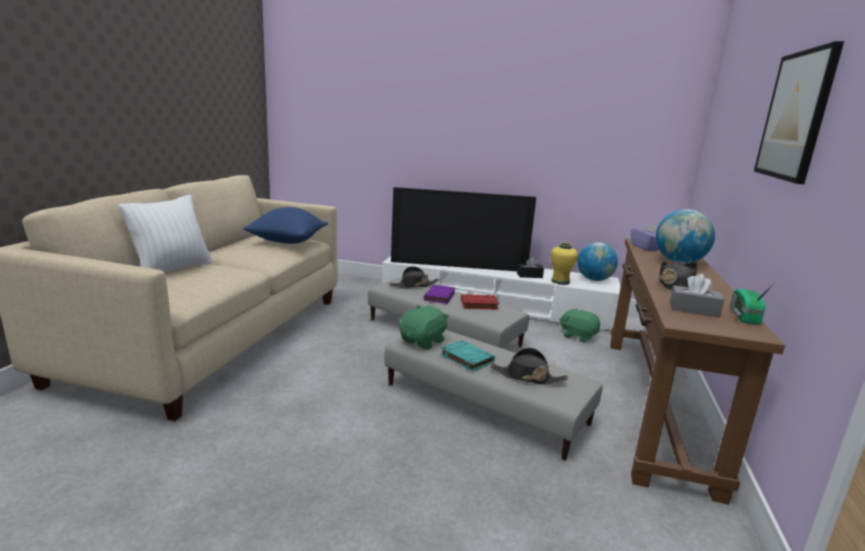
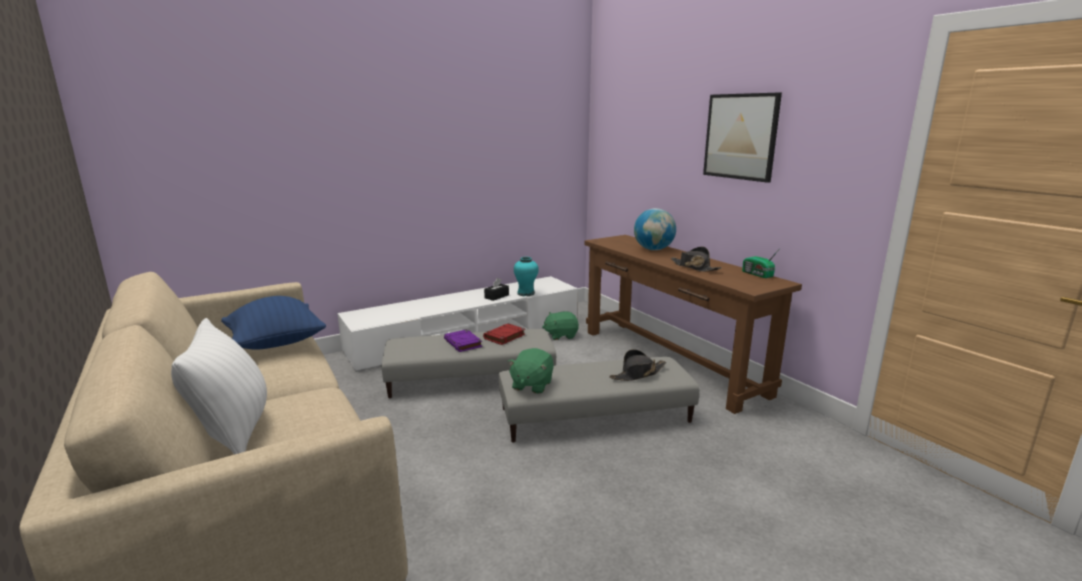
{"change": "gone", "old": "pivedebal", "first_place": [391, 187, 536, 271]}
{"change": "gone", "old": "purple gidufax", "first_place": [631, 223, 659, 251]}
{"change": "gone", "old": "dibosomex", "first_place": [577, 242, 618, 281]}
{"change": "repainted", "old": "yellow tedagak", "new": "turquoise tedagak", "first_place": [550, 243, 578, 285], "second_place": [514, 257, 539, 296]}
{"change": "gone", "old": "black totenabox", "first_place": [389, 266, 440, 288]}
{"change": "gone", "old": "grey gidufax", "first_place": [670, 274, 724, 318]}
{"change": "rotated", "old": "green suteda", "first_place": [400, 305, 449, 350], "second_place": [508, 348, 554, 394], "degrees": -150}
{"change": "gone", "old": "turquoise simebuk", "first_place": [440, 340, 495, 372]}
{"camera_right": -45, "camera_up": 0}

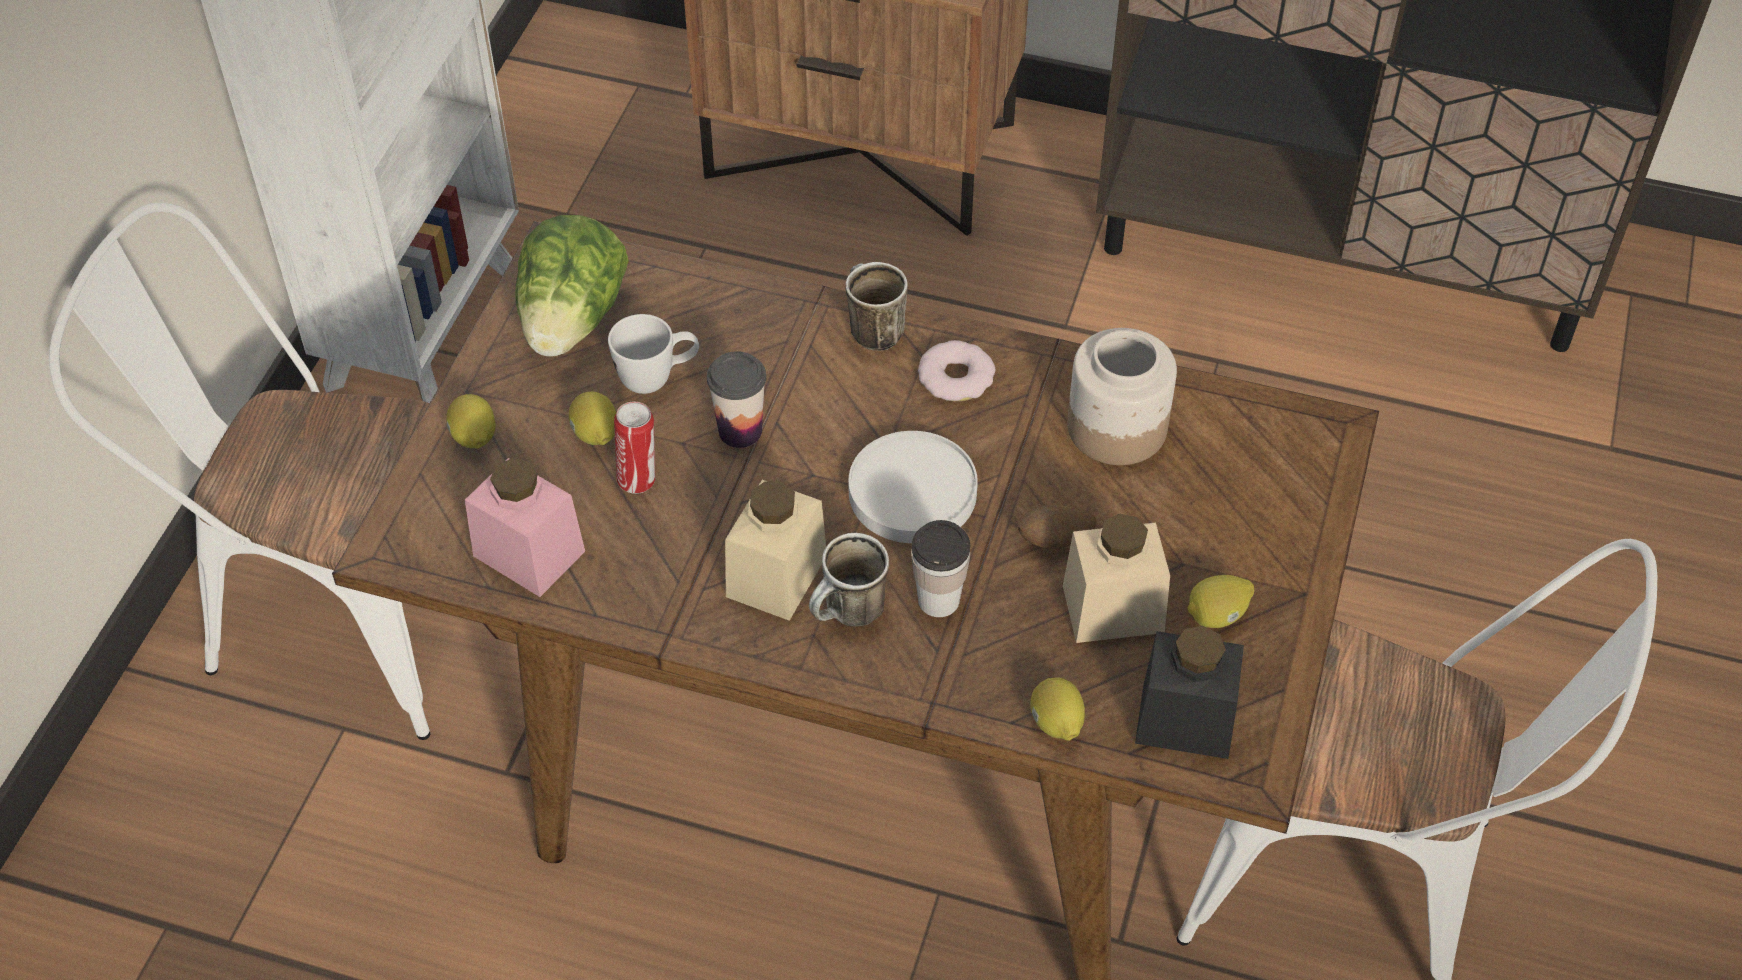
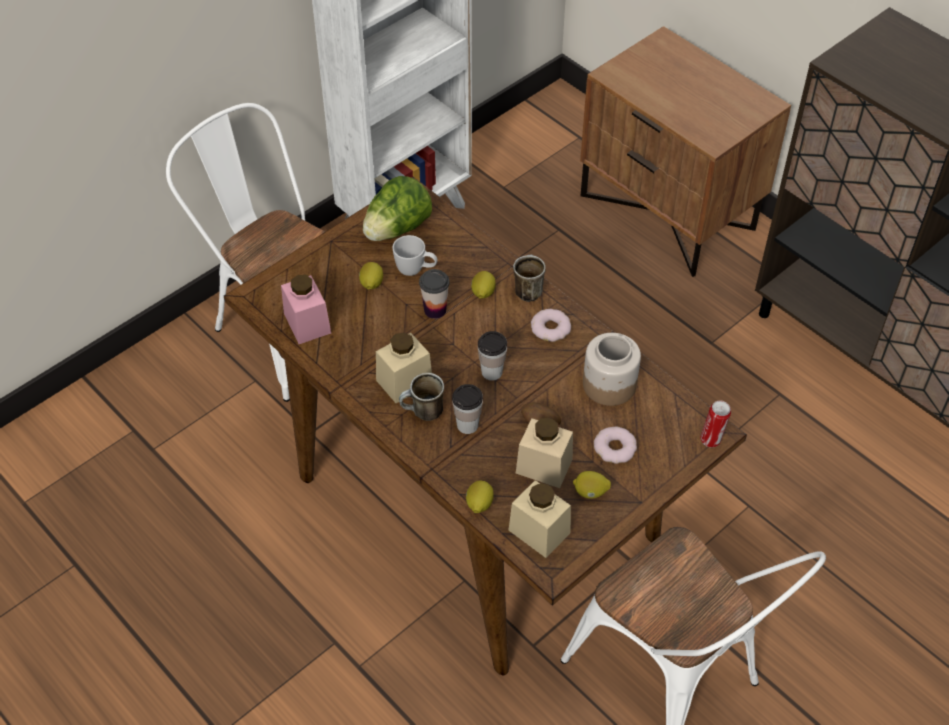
{"change": "shifted", "old": "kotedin", "first_place": [446, 394, 496, 449], "second_place": [471, 271, 496, 299]}
{"change": "shifted", "old": "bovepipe", "first_place": [614, 402, 655, 494], "second_place": [700, 401, 731, 447]}
{"change": "swapped", "old": "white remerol", "new": "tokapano", "first_place": [848, 431, 978, 543], "second_place": [478, 331, 507, 381]}
{"change": "repainted", "old": "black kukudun", "new": "beige kukudun", "first_place": [1135, 626, 1244, 759], "second_place": [509, 480, 571, 558]}
{"change": "new", "new": "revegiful", "second_place": [594, 427, 637, 464]}
{"camera_right": 30, "camera_up": 0}

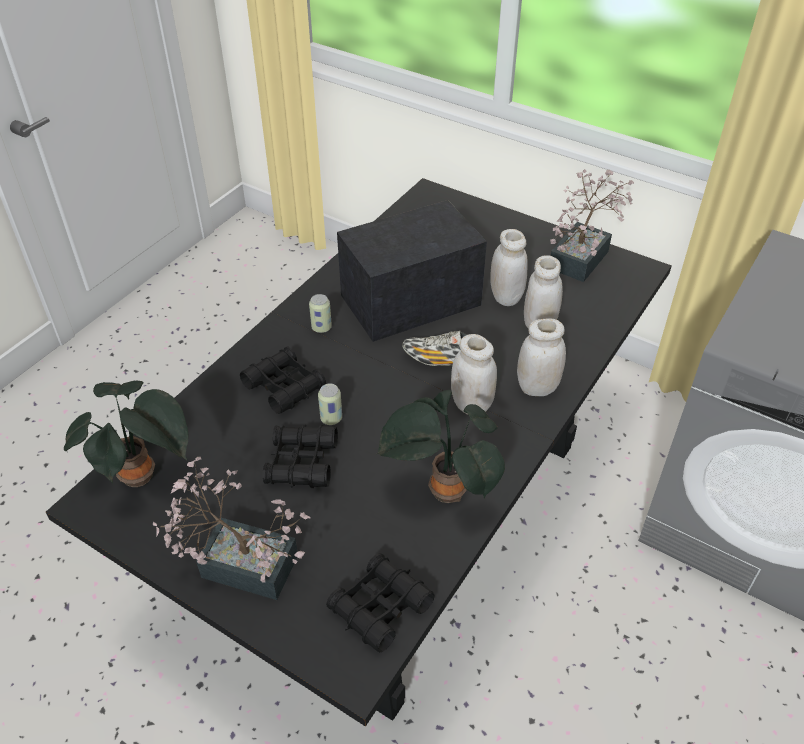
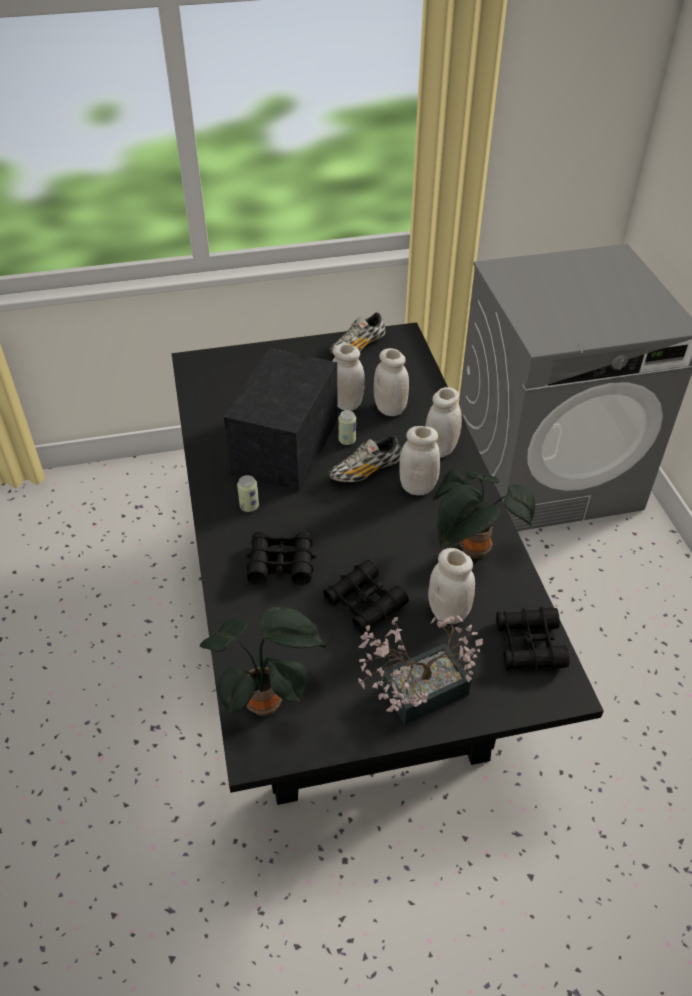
{"change": "swapped", "old": "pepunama", "new": "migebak", "first_place": [550, 169, 634, 282], "second_place": [329, 312, 385, 354]}
{"change": "shifted", "old": "bovepipe", "first_place": [318, 383, 342, 425], "second_place": [338, 410, 356, 445]}
{"change": "new", "new": "white kukudun", "second_place": [428, 548, 475, 624]}
{"camera_right": -45, "camera_up": 0}

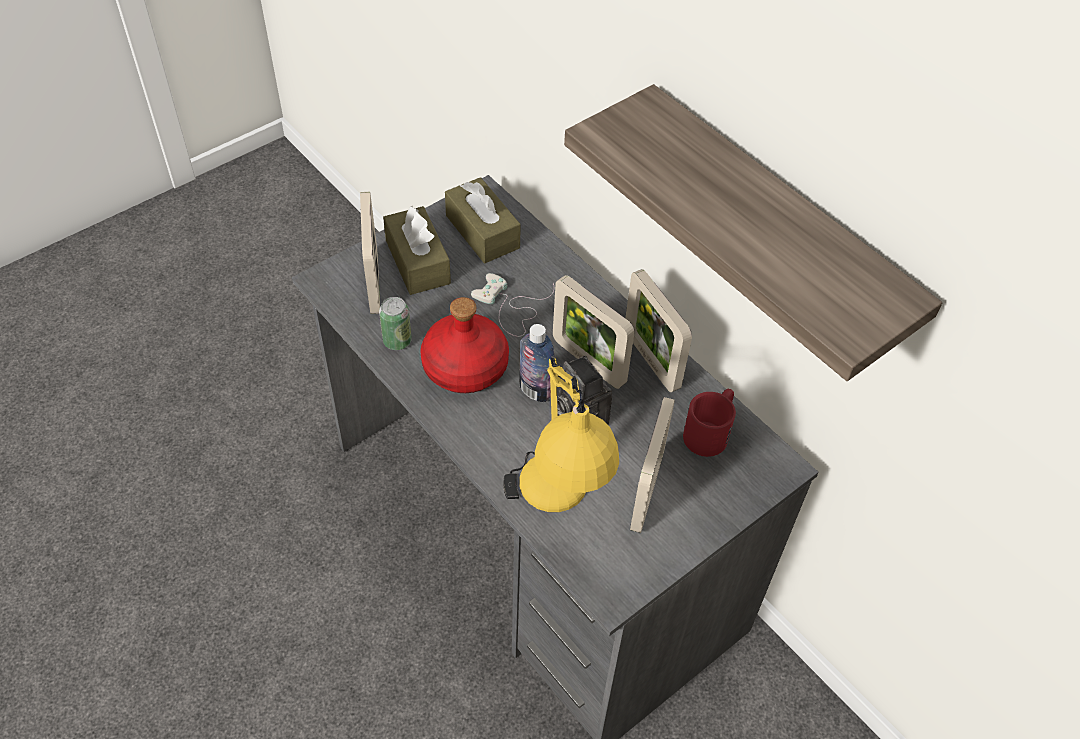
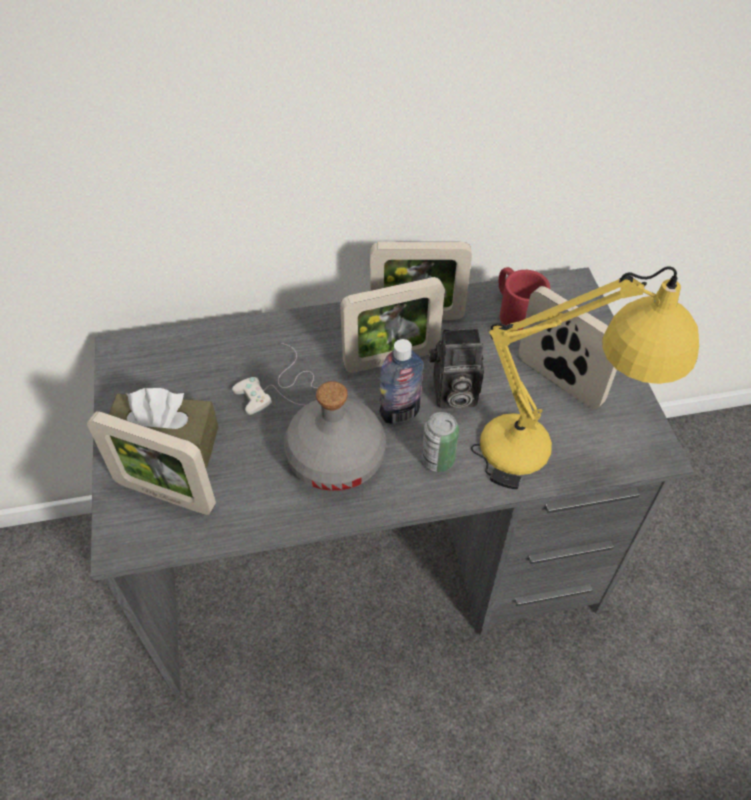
{"change": "gone", "old": "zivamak", "first_place": [564, 84, 942, 381]}
{"change": "gone", "old": "brown gidufax", "first_place": [445, 177, 521, 263]}
{"change": "shifted", "old": "bovepipe", "first_place": [379, 297, 412, 350], "second_place": [422, 412, 459, 472]}
{"change": "repainted", "old": "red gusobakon", "new": "grey gusobakon", "first_place": [420, 297, 509, 393], "second_place": [284, 381, 386, 491]}
{"camera_right": -60, "camera_up": 0}

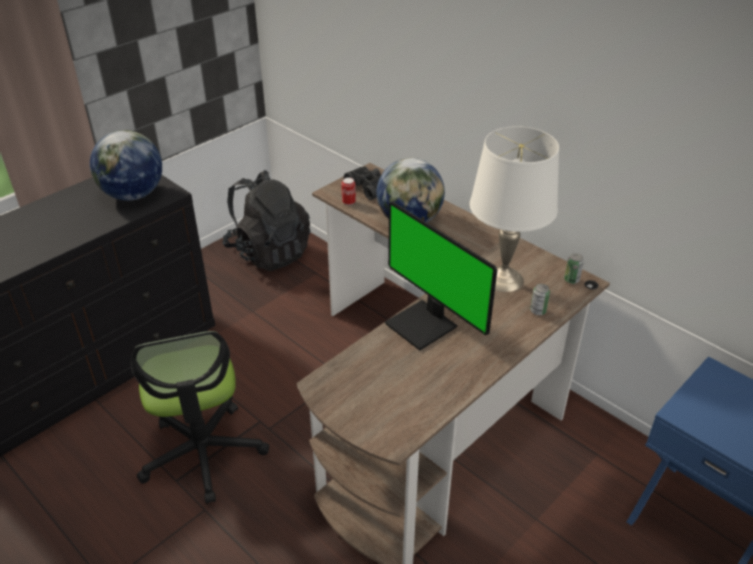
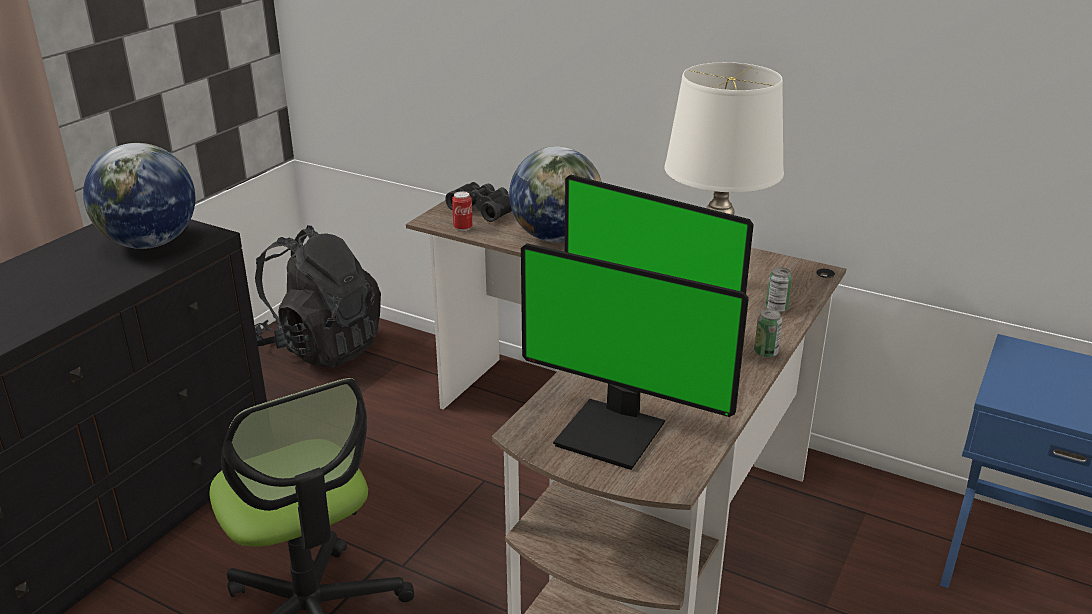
{"change": "shifted", "old": "bovepipe", "first_place": [564, 253, 584, 284], "second_place": [754, 309, 782, 358]}
{"change": "new", "new": "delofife", "second_place": [521, 243, 749, 470]}
{"camera_right": -15, "camera_up": -10}

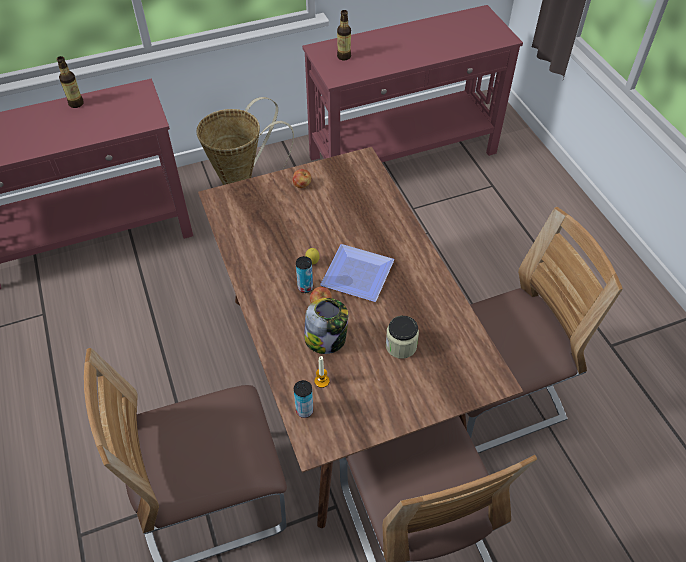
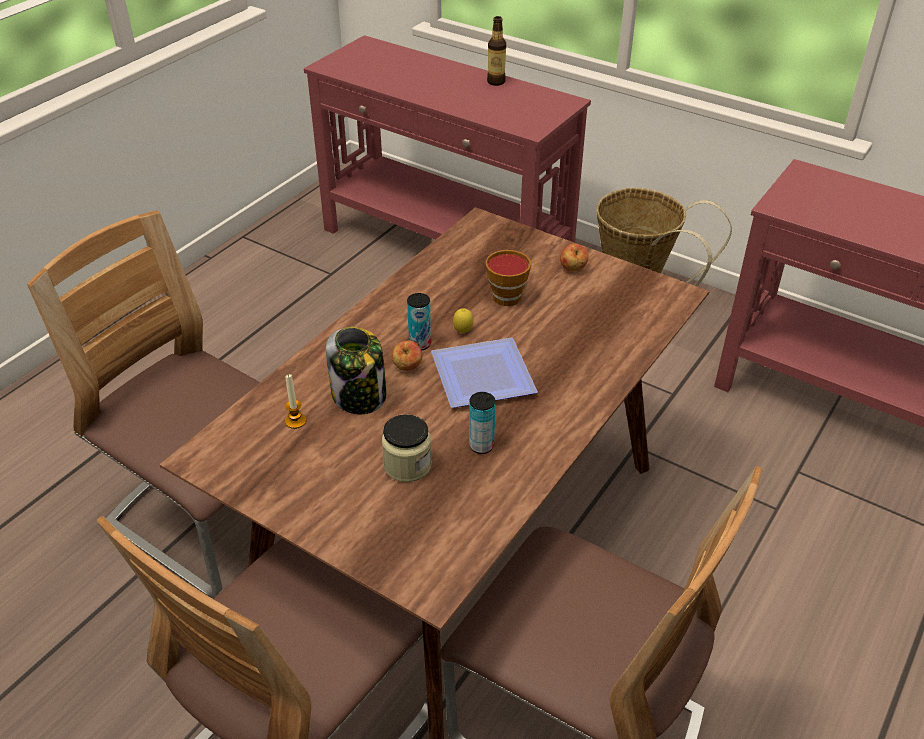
{"change": "gone", "old": "gusobakon", "first_place": [337, 10, 351, 60]}
{"change": "shifted", "old": "bovepipe", "first_place": [294, 380, 314, 418], "second_place": [469, 392, 495, 454]}
{"change": "new", "new": "tokapano", "second_place": [485, 250, 531, 306]}
{"camera_right": 55, "camera_up": -10}

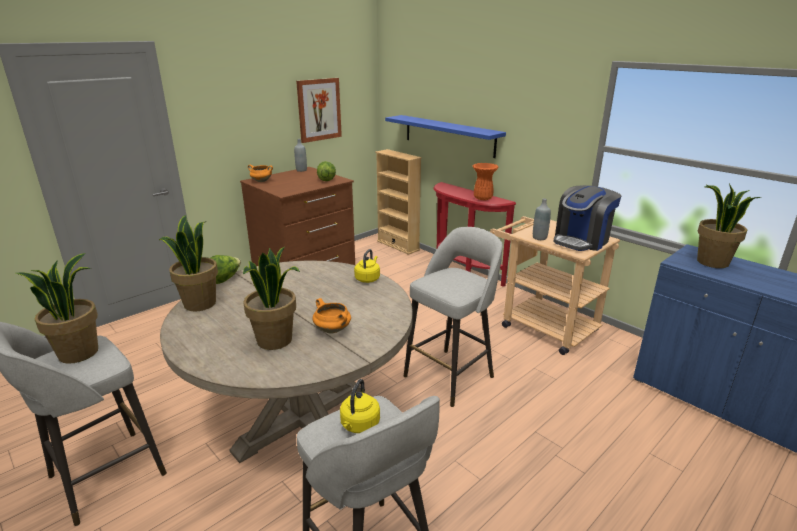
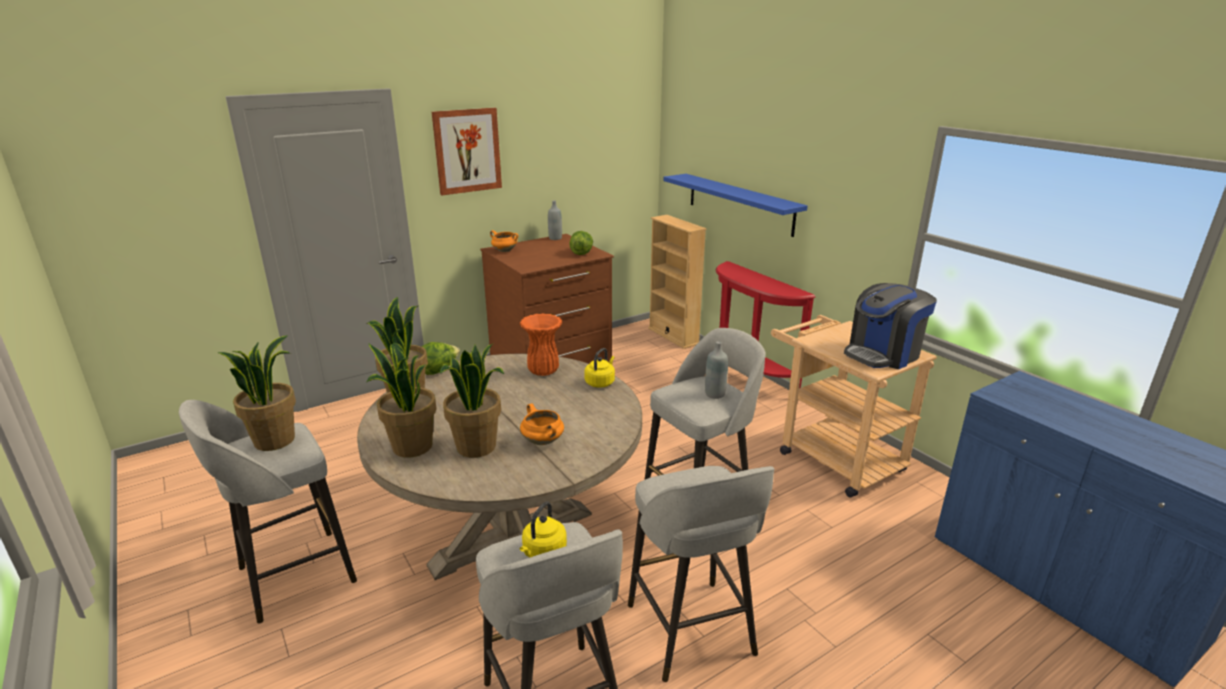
{"change": "shifted", "old": "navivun", "first_place": [296, 78, 342, 143], "second_place": [432, 108, 502, 195]}
{"change": "shifted", "old": "orange tedagak", "first_place": [472, 163, 499, 200], "second_place": [520, 314, 562, 376]}
{"change": "shifted", "old": "pepunama", "first_place": [697, 184, 763, 268], "second_place": [366, 343, 437, 458]}
{"change": "shifted", "old": "grey gusobakon", "first_place": [533, 198, 551, 240], "second_place": [705, 341, 728, 399]}
{"change": "new", "new": "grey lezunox", "second_place": [628, 466, 774, 682]}
{"camera_right": 10, "camera_up": 0}

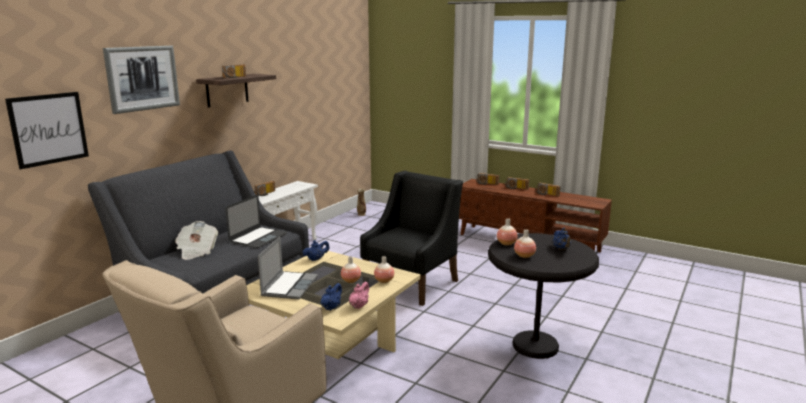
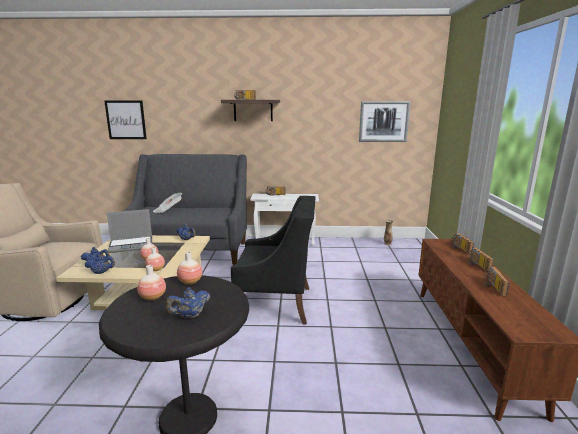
{"change": "shifted", "old": "navivun", "first_place": [103, 46, 180, 114], "second_place": [359, 101, 411, 142]}
{"change": "gone", "old": "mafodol", "first_place": [225, 195, 288, 248]}
{"change": "repainted", "old": "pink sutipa", "new": "blue sutipa", "first_place": [349, 282, 369, 309], "second_place": [85, 254, 115, 274]}
{"camera_right": 60, "camera_up": 0}

